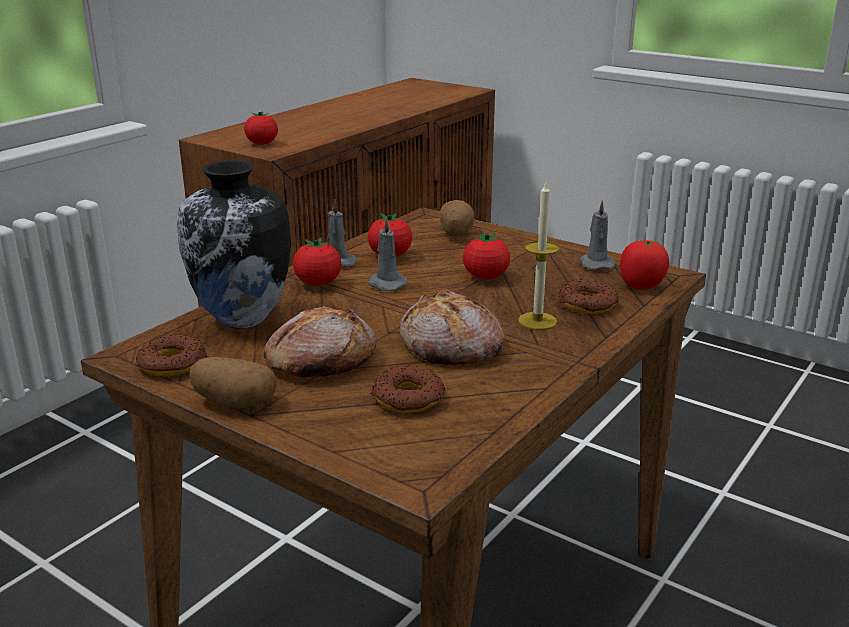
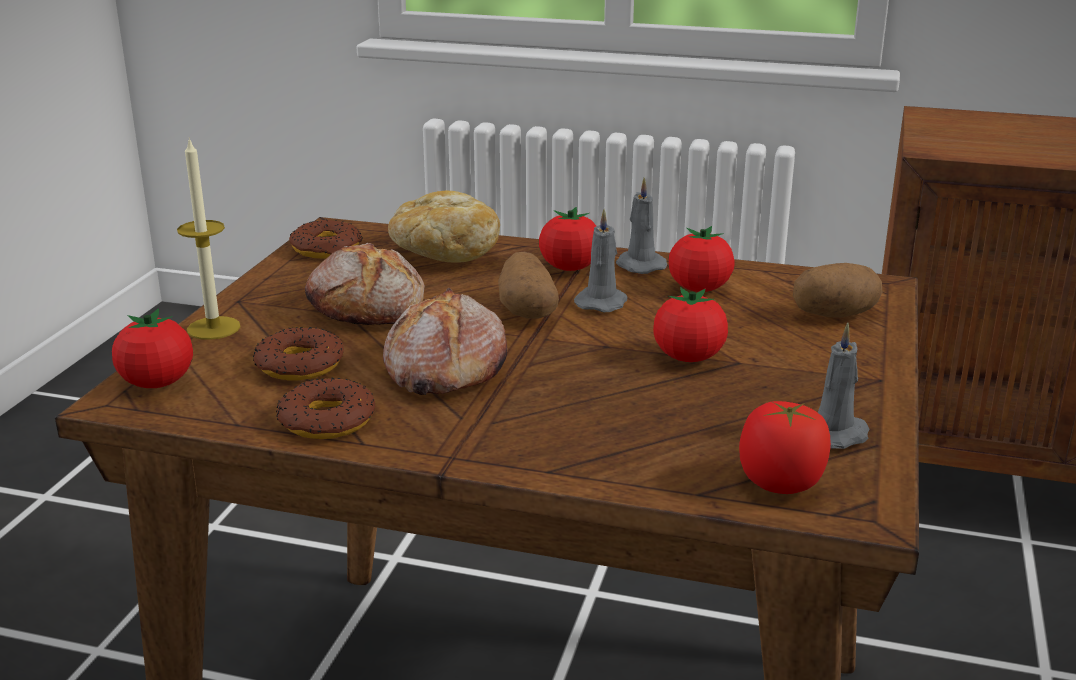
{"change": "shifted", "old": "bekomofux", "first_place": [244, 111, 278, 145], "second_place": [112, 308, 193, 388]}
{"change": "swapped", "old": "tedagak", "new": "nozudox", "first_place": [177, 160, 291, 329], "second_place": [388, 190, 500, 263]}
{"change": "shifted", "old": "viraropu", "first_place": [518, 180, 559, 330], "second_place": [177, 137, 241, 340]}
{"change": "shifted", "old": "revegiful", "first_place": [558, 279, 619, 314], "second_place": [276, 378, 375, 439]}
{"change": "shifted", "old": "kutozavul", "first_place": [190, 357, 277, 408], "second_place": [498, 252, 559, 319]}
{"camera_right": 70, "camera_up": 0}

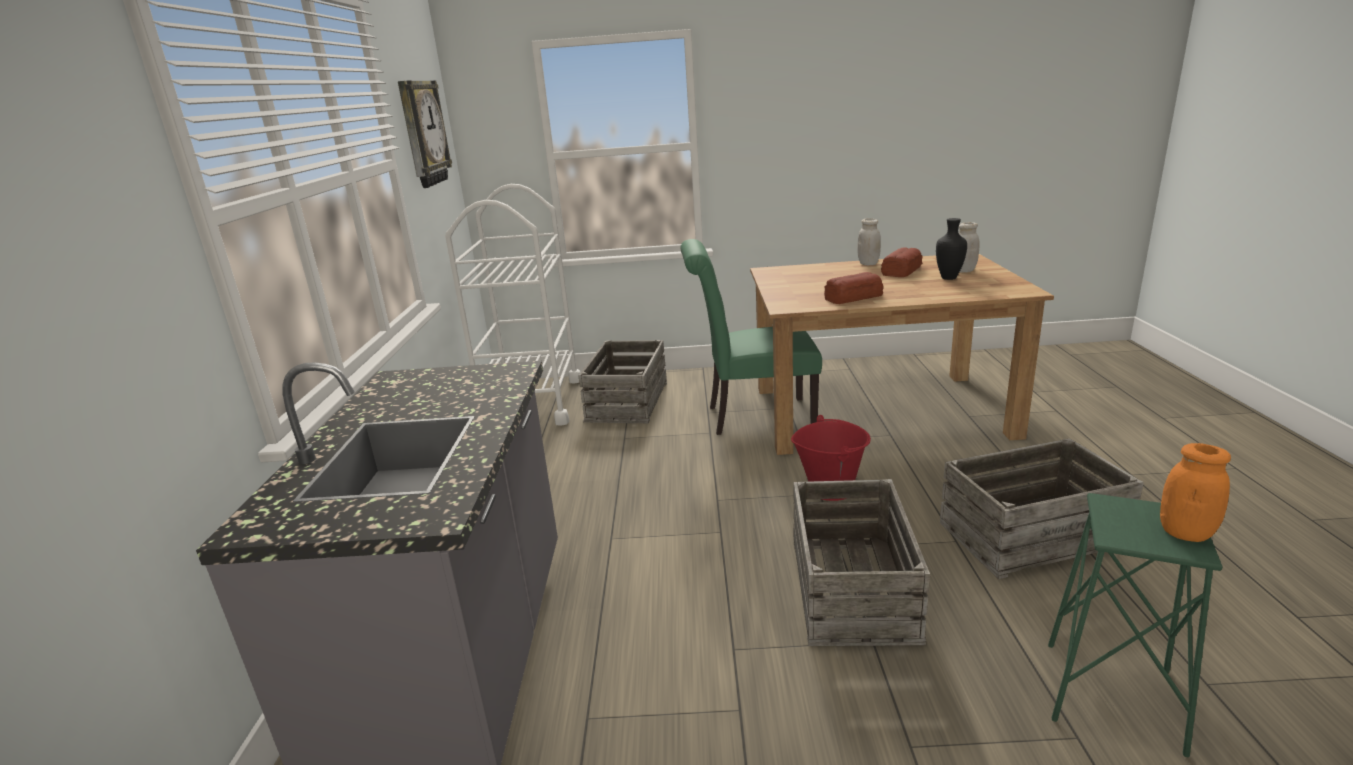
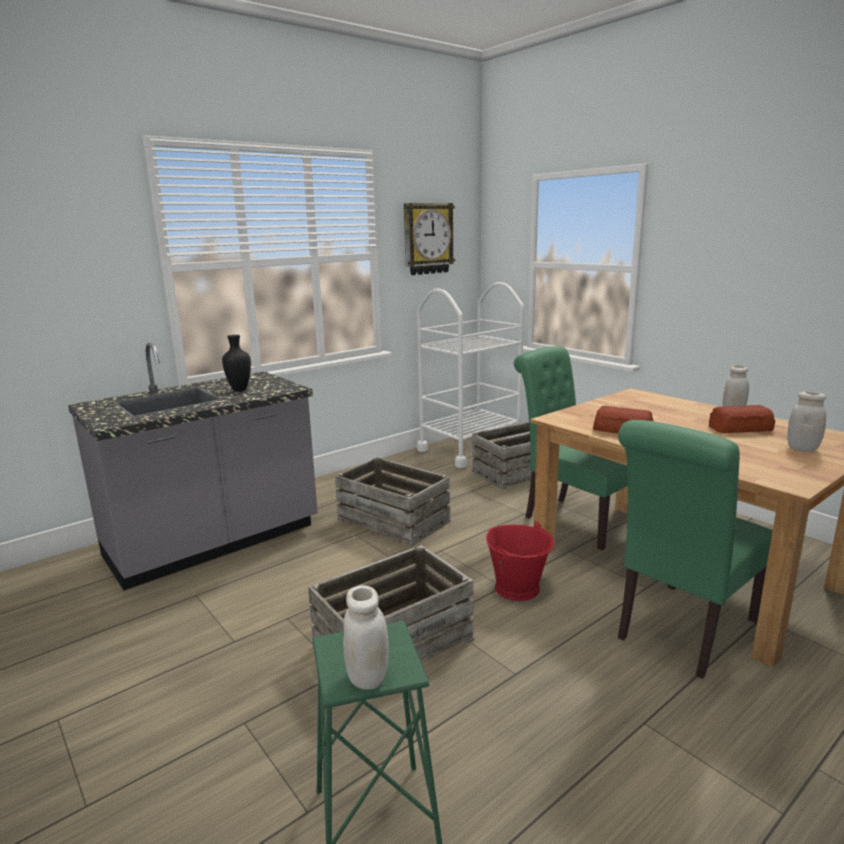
{"change": "shifted", "old": "black tedagak", "first_place": [936, 218, 967, 280], "second_place": [222, 335, 251, 391]}
{"change": "shifted", "old": "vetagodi", "first_place": [940, 438, 1144, 579], "second_place": [335, 457, 450, 547]}
{"change": "repainted", "old": "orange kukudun", "new": "white kukudun", "first_place": [1160, 443, 1231, 542], "second_place": [343, 585, 389, 690]}
{"change": "new", "new": "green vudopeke", "second_place": [618, 420, 773, 679]}
{"camera_right": 50, "camera_up": -5}

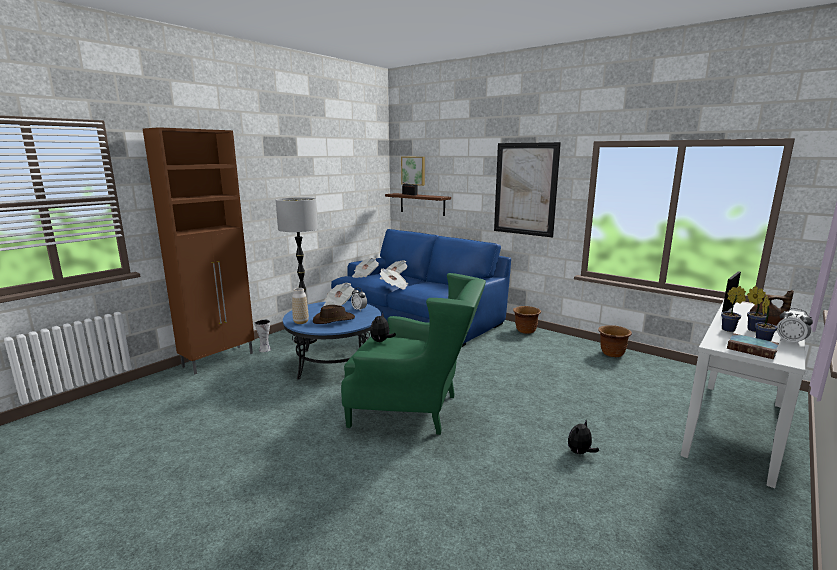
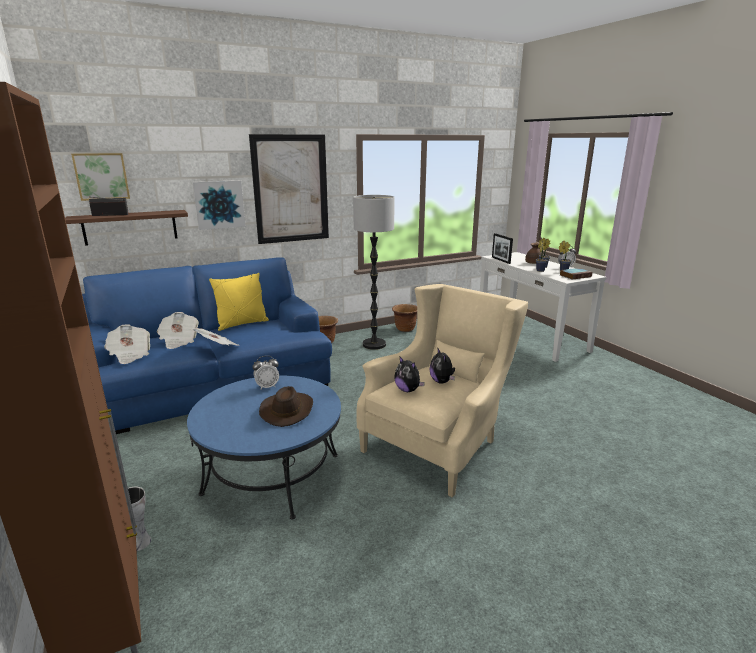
{"change": "shifted", "old": "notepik", "first_place": [276, 197, 318, 345], "second_place": [353, 195, 395, 350]}
{"change": "repainted", "old": "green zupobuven", "new": "beige zupobuven", "first_place": [341, 273, 486, 435], "second_place": [357, 284, 528, 498]}
{"change": "gone", "old": "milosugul", "first_place": [323, 283, 355, 306]}
{"change": "gone", "old": "tedagak", "first_place": [292, 288, 309, 324]}
{"change": "shifted", "old": "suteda", "first_place": [568, 420, 599, 455], "second_place": [429, 347, 455, 384]}
{"change": "new", "new": "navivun", "second_place": [193, 180, 246, 230]}
{"change": "new", "new": "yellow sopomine", "second_place": [209, 273, 269, 331]}
{"camera_right": -65, "camera_up": 5}

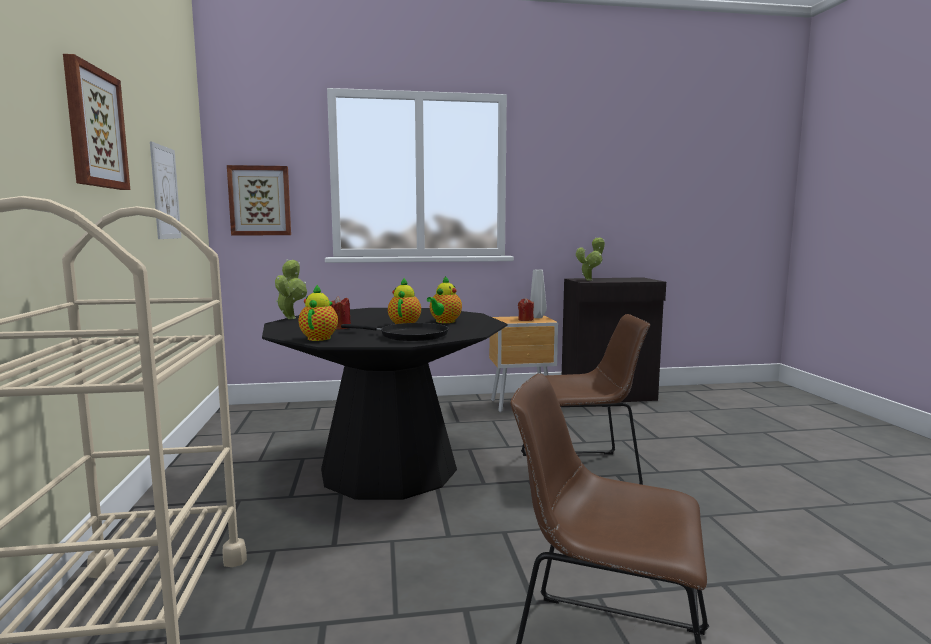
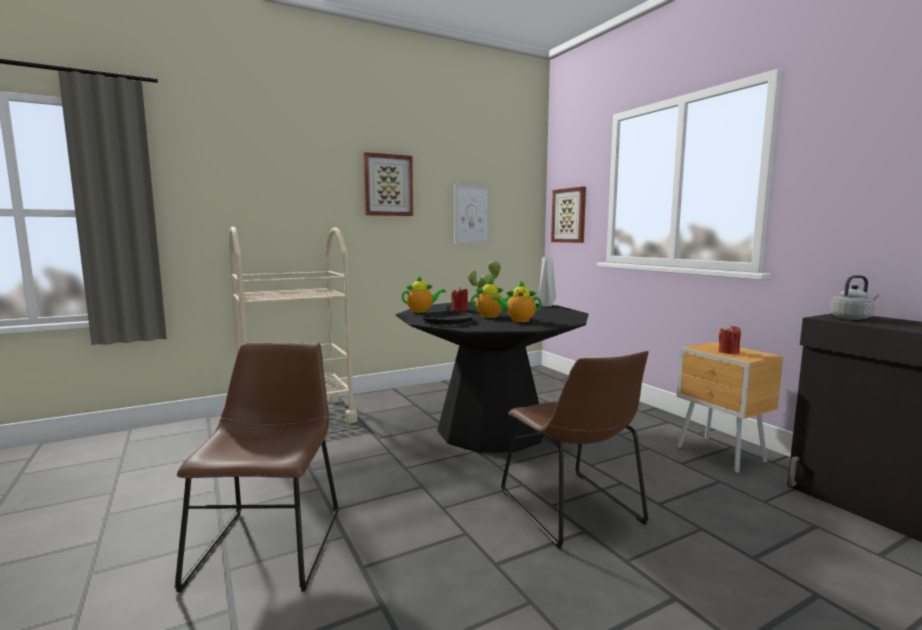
{"change": "swapped", "old": "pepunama", "new": "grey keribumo", "first_place": [576, 237, 605, 281], "second_place": [830, 275, 879, 320]}
{"change": "shifted", "old": "grey tedagak", "first_place": [530, 269, 547, 318], "second_place": [539, 257, 556, 307]}
{"camera_right": 70, "camera_up": 0}

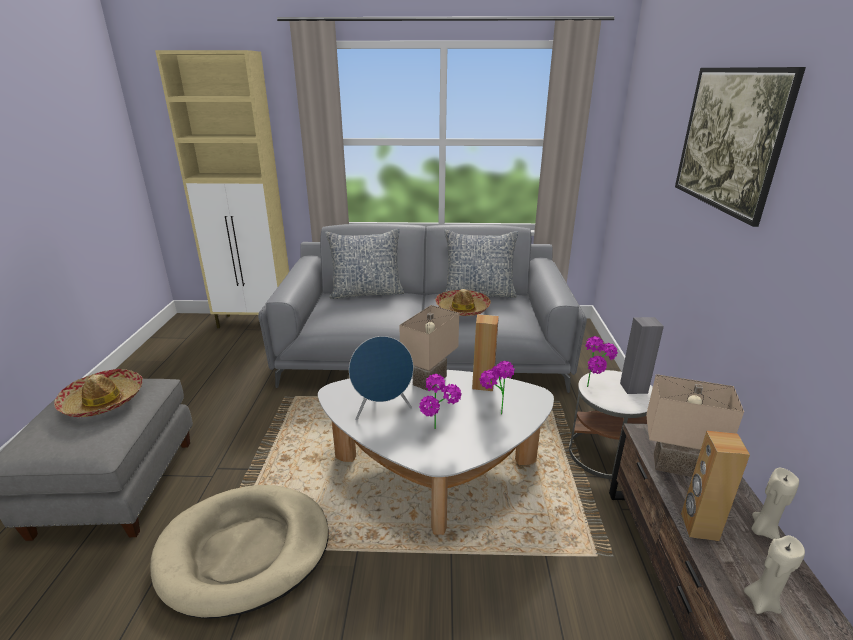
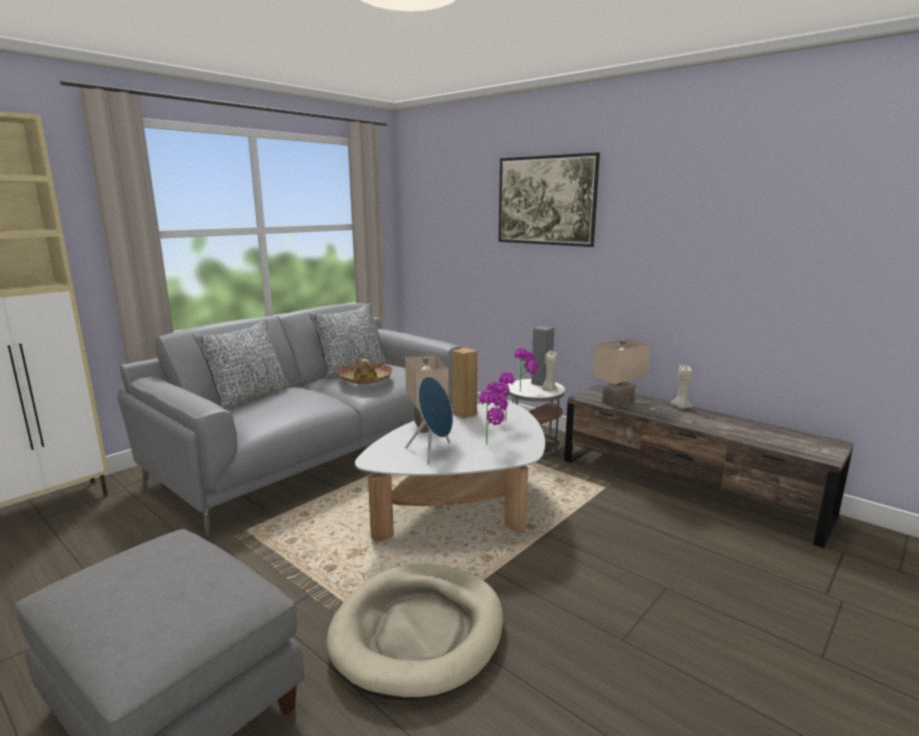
{"change": "gone", "old": "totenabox", "first_place": [54, 369, 143, 417]}
{"change": "gone", "old": "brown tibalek", "first_place": [681, 431, 750, 541]}
{"change": "shifted", "old": "beige viraropu", "first_place": [744, 535, 805, 614], "second_place": [542, 351, 557, 392]}
{"camera_right": -50, "camera_up": -10}

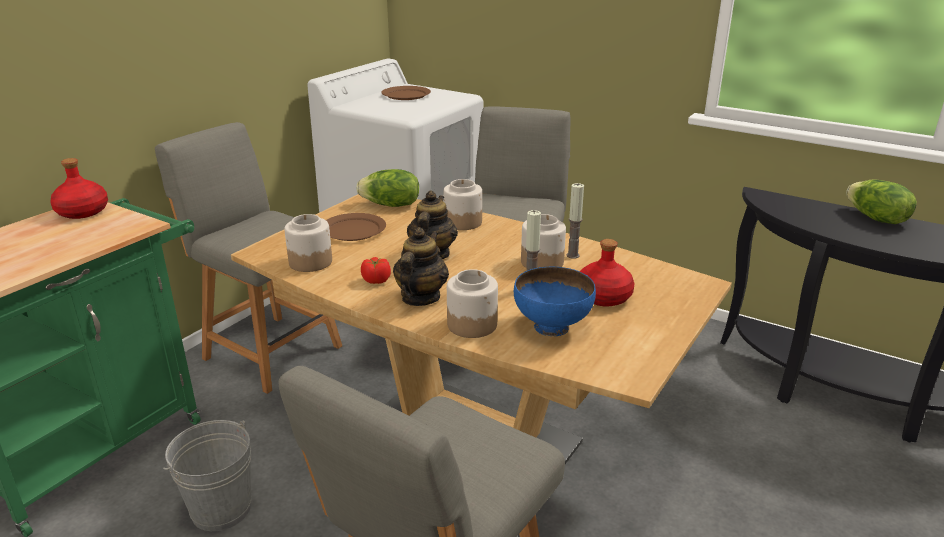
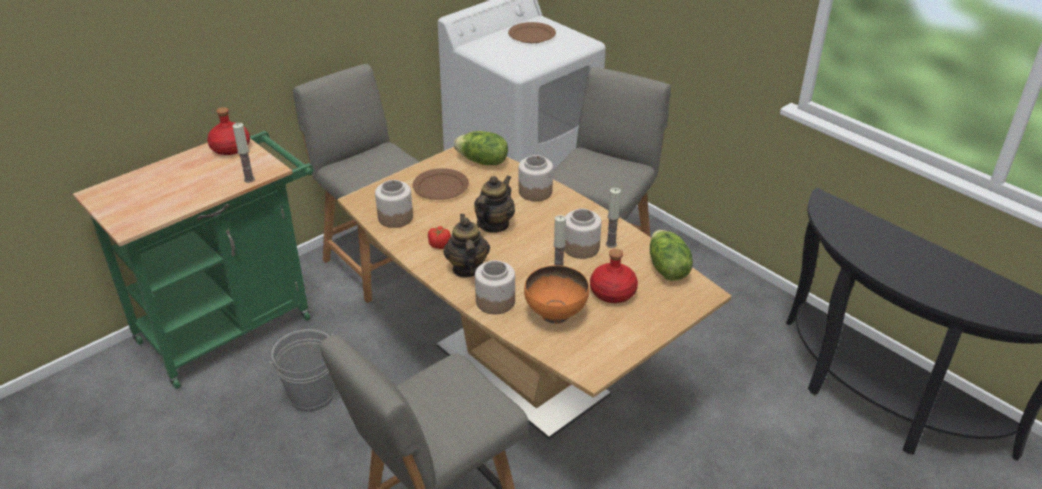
{"change": "shifted", "old": "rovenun", "first_place": [846, 180, 917, 224], "second_place": [650, 230, 693, 281]}
{"change": "rotated", "old": "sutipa", "first_place": [393, 227, 449, 306], "second_place": [443, 214, 490, 277], "degrees": -45}
{"change": "repainted", "old": "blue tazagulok", "new": "orange tazagulok", "first_place": [514, 267, 596, 336], "second_place": [524, 265, 589, 324]}
{"change": "new", "new": "viraropu", "second_place": [233, 123, 255, 183]}
{"camera_right": 15, "camera_up": 10}

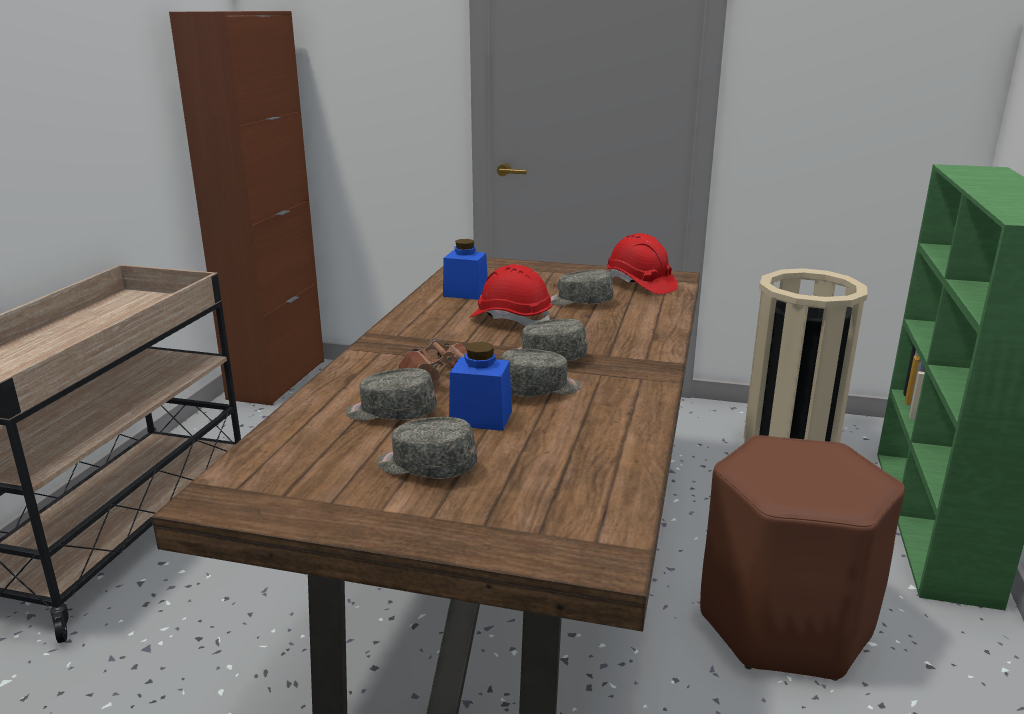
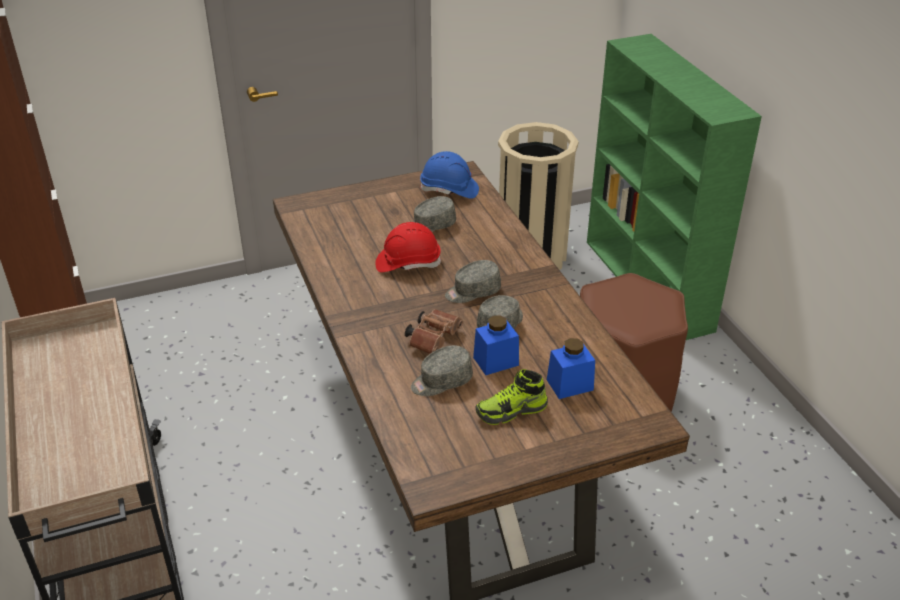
{"change": "repainted", "old": "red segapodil", "new": "blue segapodil", "first_place": [607, 233, 678, 294], "second_place": [420, 151, 479, 199]}
{"change": "shifted", "old": "blue kukudun", "first_place": [443, 239, 488, 300], "second_place": [547, 338, 595, 399]}
{"change": "swapped", "old": "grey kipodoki", "new": "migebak", "first_place": [377, 417, 477, 479], "second_place": [475, 369, 548, 425]}
{"camera_right": -35, "camera_up": 15}

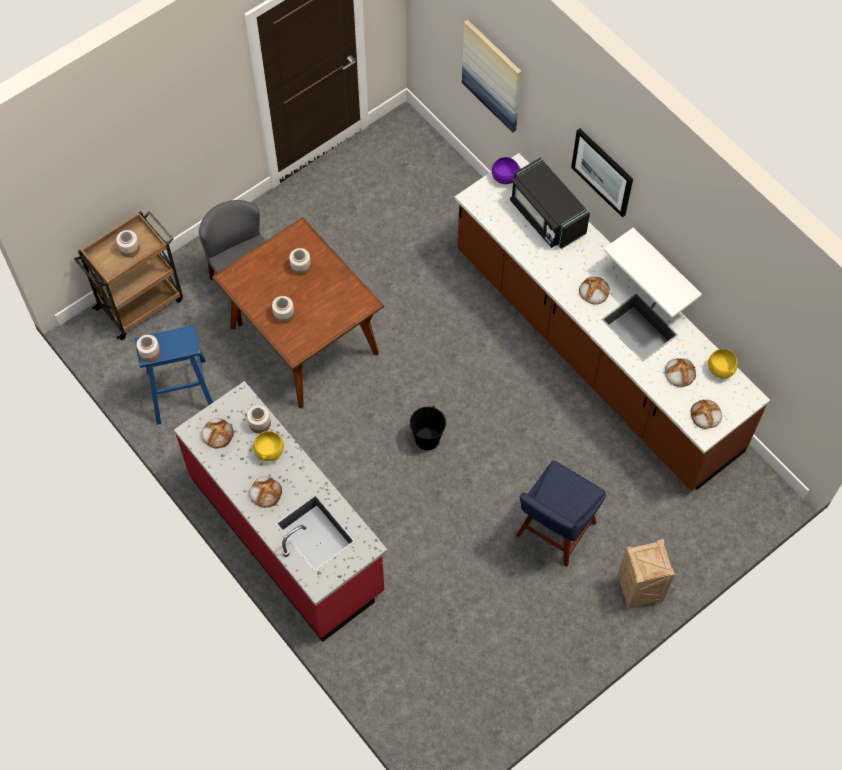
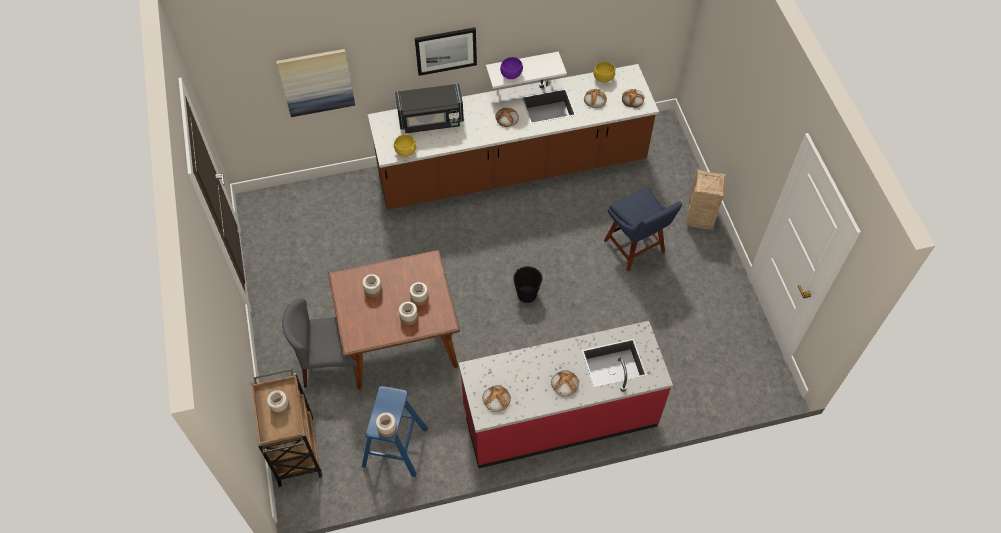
{"change": "shifted", "old": "purple tazagulok", "first_place": [492, 157, 521, 184], "second_place": [500, 57, 523, 79]}
{"change": "shifted", "old": "kukudun", "first_place": [247, 405, 271, 434], "second_place": [410, 282, 428, 306]}
{"change": "shifted", "old": "yellow tazagulok", "first_place": [253, 431, 284, 461], "second_place": [394, 135, 417, 157]}
{"camera_right": -65, "camera_up": -5}

